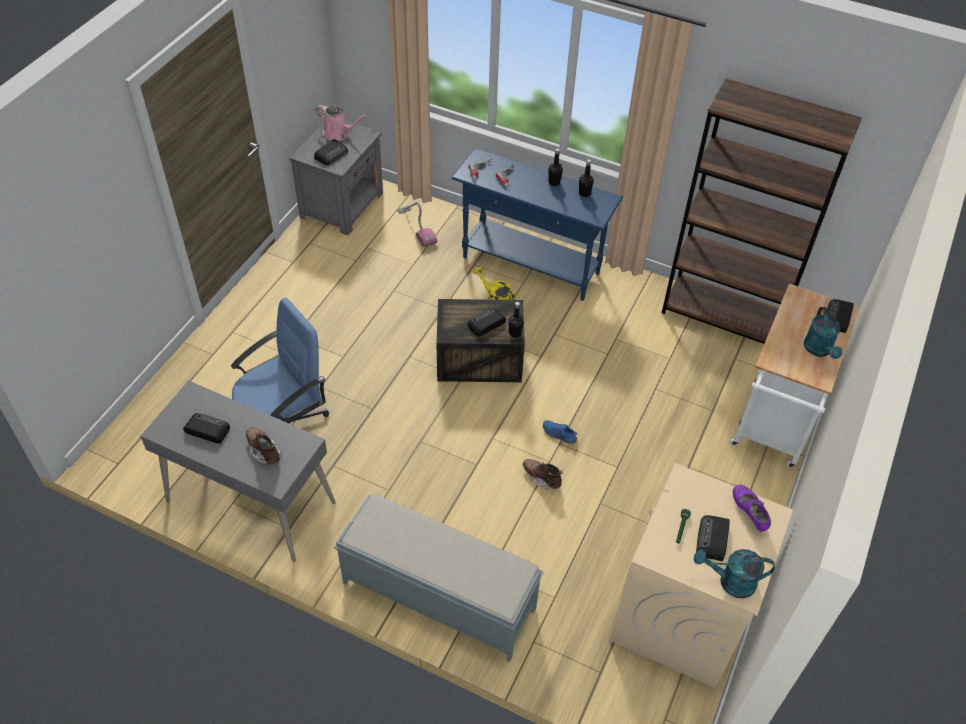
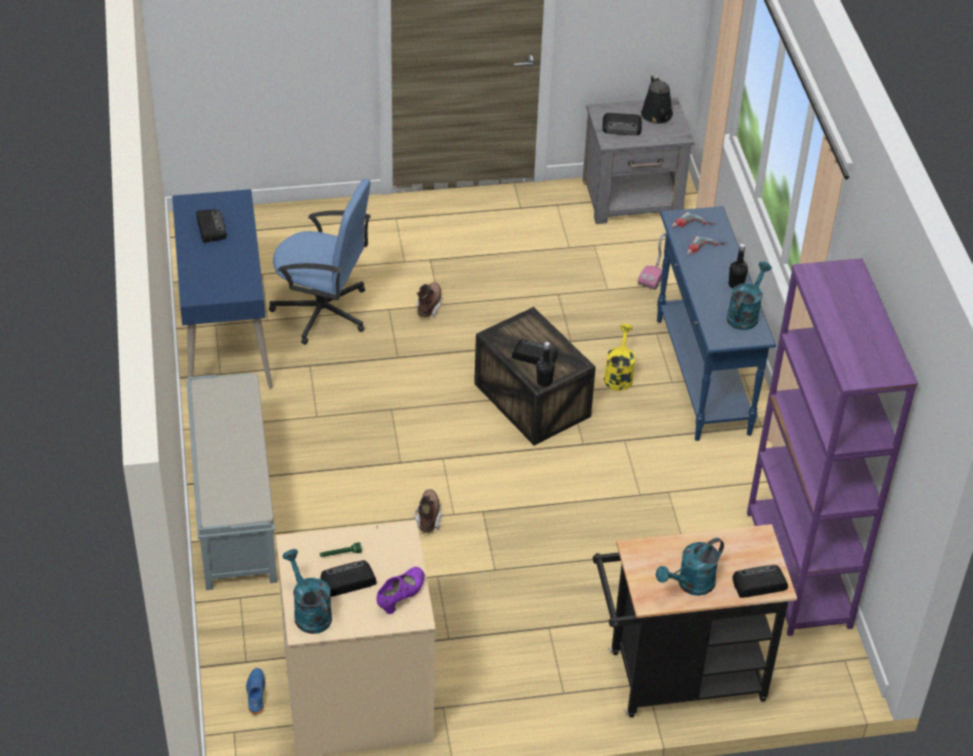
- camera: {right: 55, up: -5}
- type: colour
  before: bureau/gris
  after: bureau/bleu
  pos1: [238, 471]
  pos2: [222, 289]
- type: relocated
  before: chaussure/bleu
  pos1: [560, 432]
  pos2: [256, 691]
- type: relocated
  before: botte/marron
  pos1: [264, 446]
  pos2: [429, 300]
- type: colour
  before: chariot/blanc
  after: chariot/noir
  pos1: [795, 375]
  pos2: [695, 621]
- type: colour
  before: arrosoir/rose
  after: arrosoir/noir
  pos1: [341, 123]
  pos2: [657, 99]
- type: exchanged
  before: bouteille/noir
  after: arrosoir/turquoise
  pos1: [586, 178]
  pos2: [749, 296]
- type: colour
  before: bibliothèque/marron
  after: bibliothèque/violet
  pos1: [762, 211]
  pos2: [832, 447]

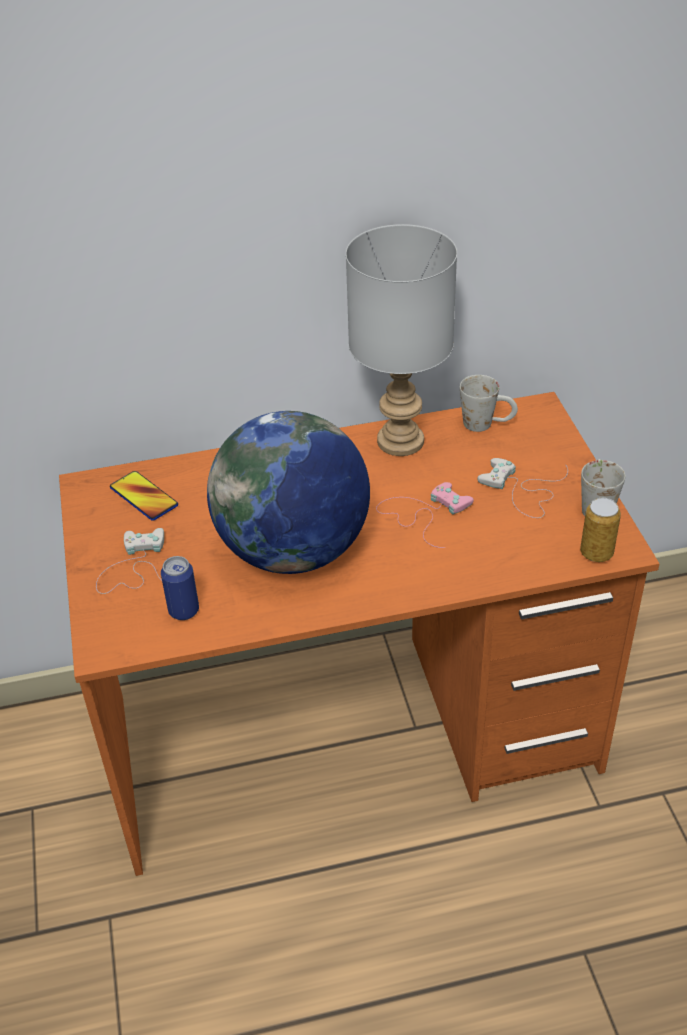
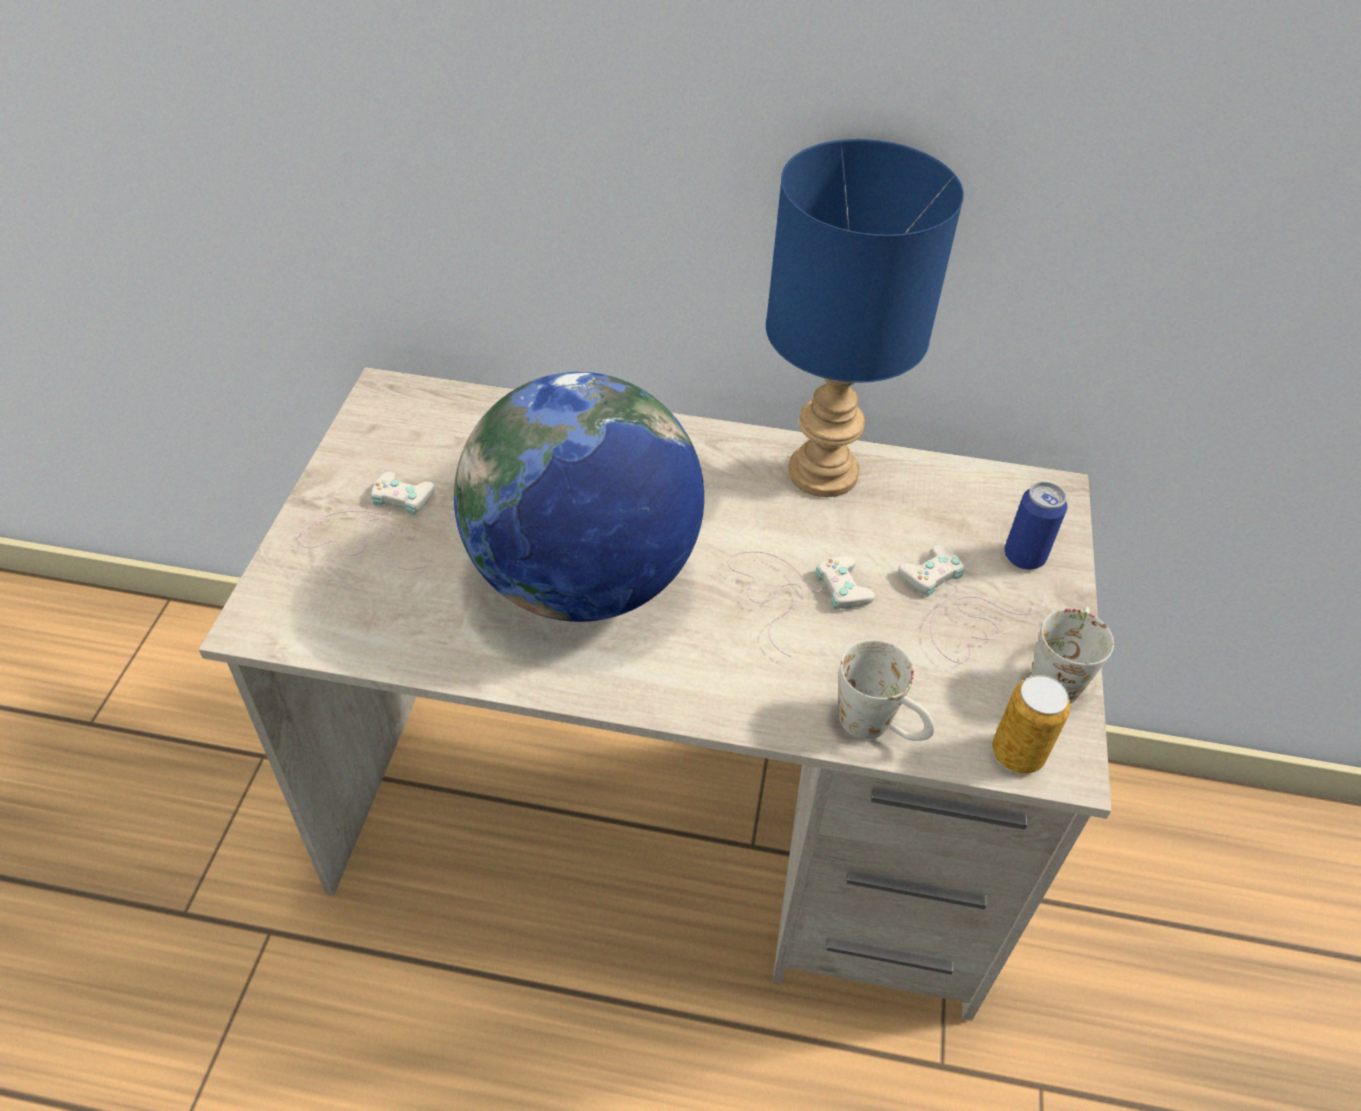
- camera: {right: 20, up: 5}
- type: colour
  before: bureau/orange
  after: bureau/beige
  pos1: [359, 634]
  pos2: [655, 694]
- type: colour
  before: manette/rose
  after: manette/blanc
  pos1: [425, 515]
  pos2: [801, 604]
- type: colour
  before: lampe de table/gris
  after: lampe de table/bleu
  pos1: [401, 340]
  pos2: [865, 318]
- type: relocated
  before: mug/blanc
  pos1: [489, 403]
  pos2: [887, 690]
- type: relocated
  before: boîte métallique
  pos1: [180, 588]
  pos2: [1035, 525]
- type: missing
  before: téléphone
  pos1: [144, 496]

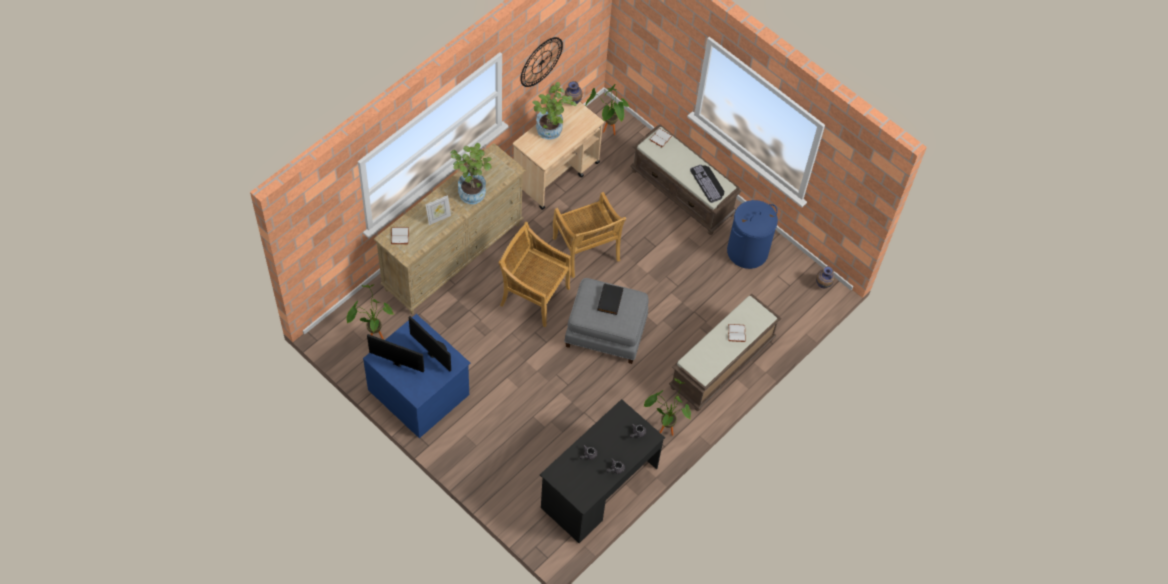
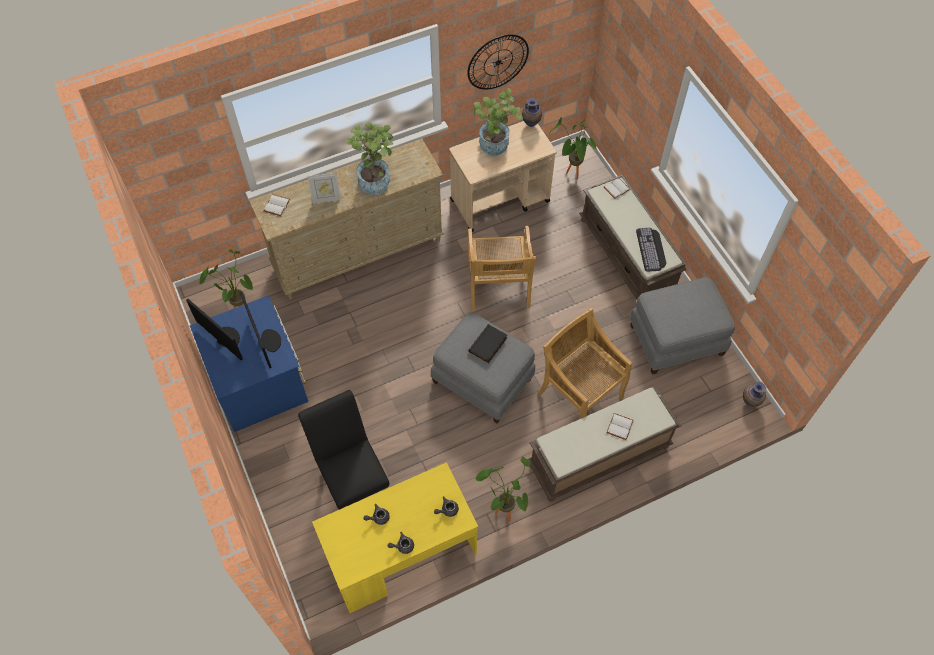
- camera: {right: 25, up: 0}
- type: appeared
  after: chaise/noir
  pos2: [344, 450]
- type: colour
  before: bureau/noir
  after: bureau/jaune
  pos1: [602, 471]
  pos2: [395, 537]
- type: relocated
  before: chaise/beige
  pos1: [534, 274]
  pos2: [585, 363]
- type: exchanged
  before: panier à linge/bleu
  after: pouf/gris
  pos1: [752, 234]
  pos2: [682, 326]

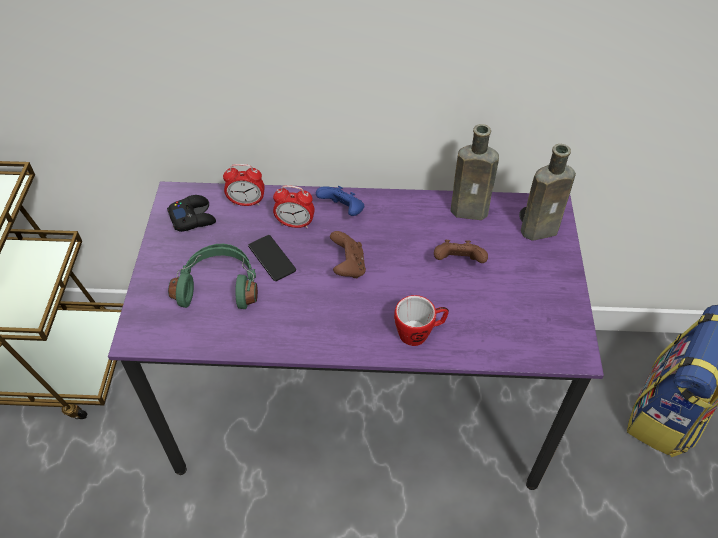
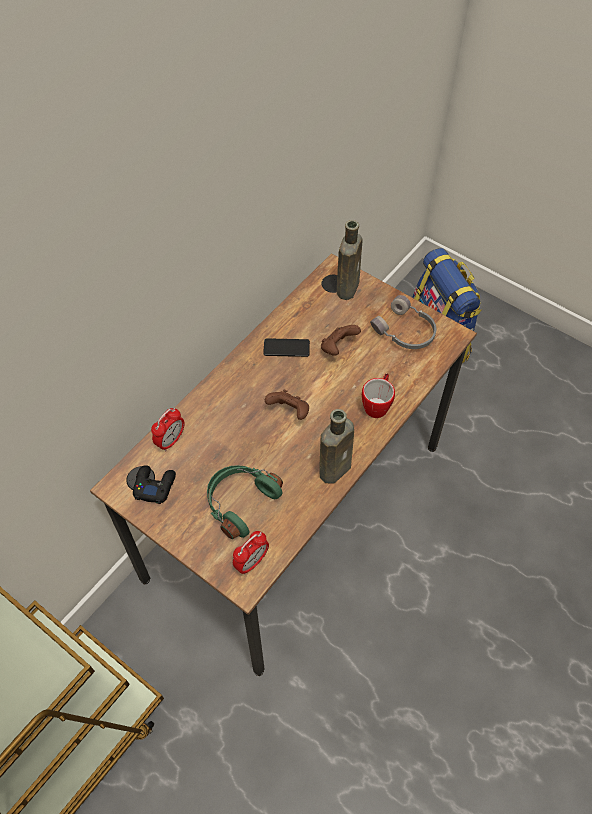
- camera: {right: -55, up: 5}
- type: colour
  before: bureau/violet
  after: bureau/marron
  pos1: [356, 336]
  pos2: [283, 464]
- type: relocated
  before: réveil
  pos1: [294, 206]
  pos2: [251, 552]
- type: relocated
  before: téléphone
  pos1: [272, 258]
  pos2: [286, 347]
- type: relocated
  before: bouteille/marron
  pos1: [475, 172]
  pos2: [337, 446]
- type: appeared
  after: casque audio/gris
  pos2: [403, 322]
- type: missing
  before: manette/bleu
  pos1: [340, 201]

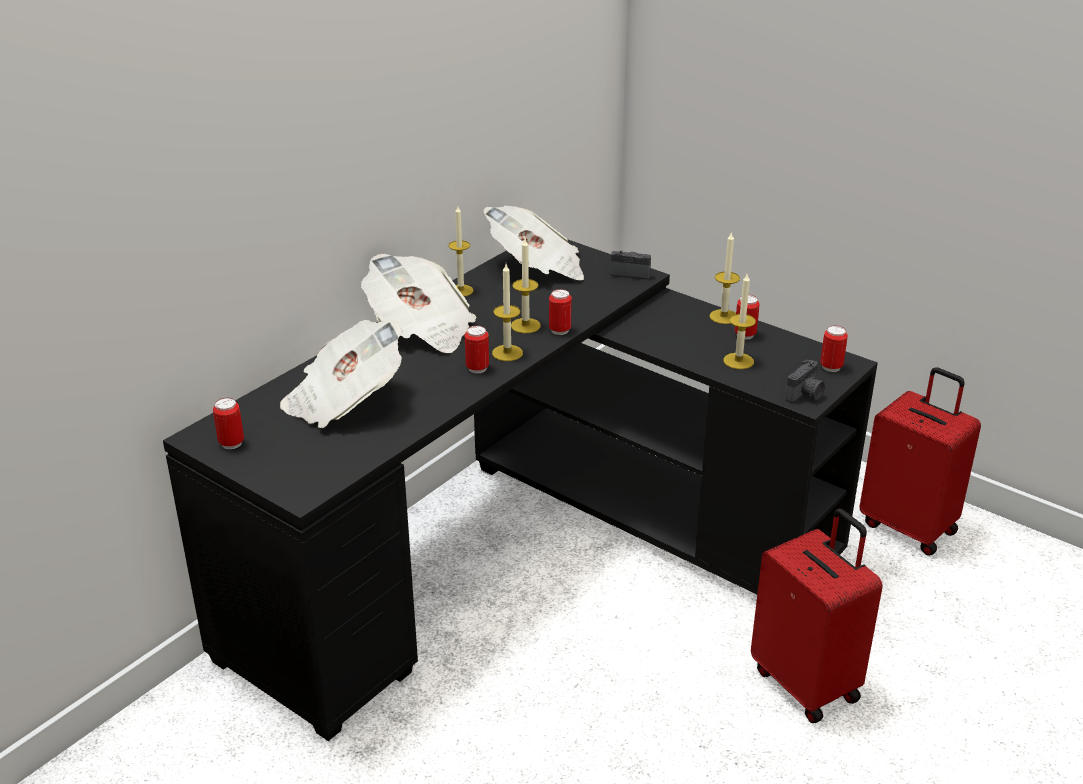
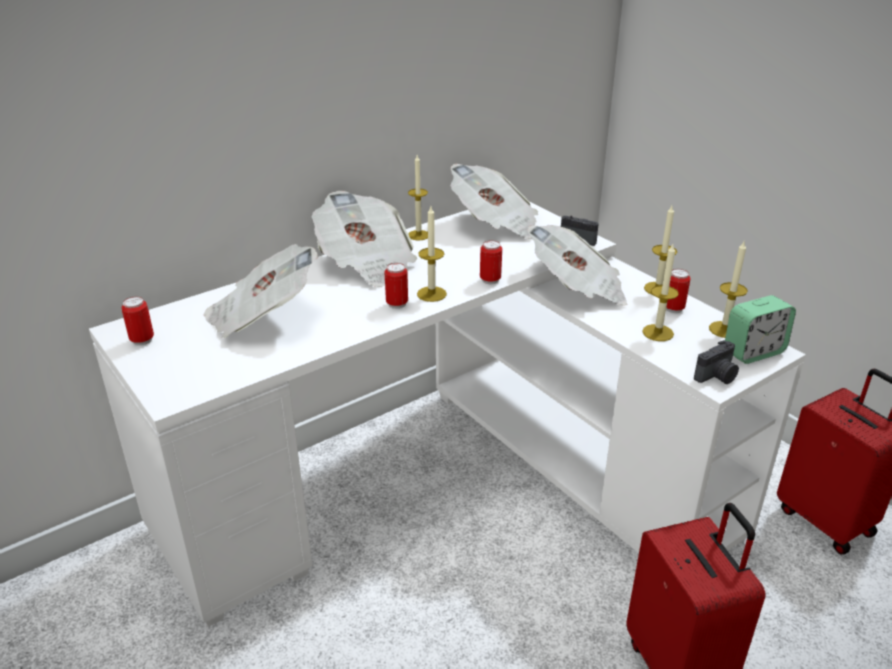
- camera: {right: 15, up: 0}
- type: colour
  before: bureau/noir
  after: bureau/blanc
  pos1: [520, 490]
  pos2: [447, 414]
- type: appeared
  after: journal
  pos2: [578, 265]
- type: relocated
  before: bougie
  pos1: [526, 286]
  pos2: [728, 290]
- type: exchanged
  before: boîte métallique
  after: réveil
  pos1: [834, 348]
  pos2: [760, 329]

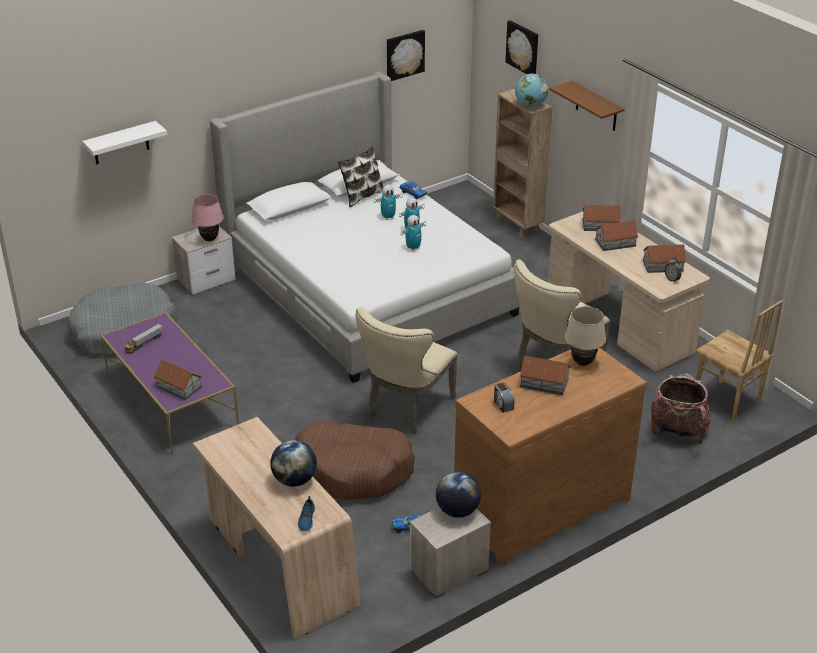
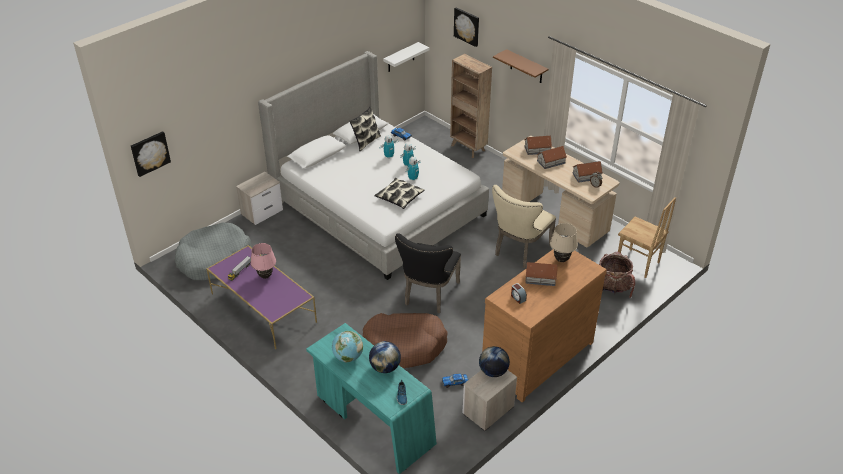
- camera: {right: -10, up: 5}
- type: relocated
  before: tableau
  pos1: [406, 55]
  pos2: [151, 154]
- type: relocated
  before: lampe de table/rose
  pos1: [208, 217]
  pos2: [263, 261]
- type: colour
  before: bureau/beige
  after: bureau/turquoise
  pos1: [276, 528]
  pos2: [371, 398]
- type: relocated
  before: globe
  pos1: [531, 90]
  pos2: [347, 346]
- type: appeared
  after: coussin
  pos2: [399, 193]
- type: relocated
  before: étagère/blanc
  pos1: [124, 142]
  pos2: [406, 57]
- type: colour
  before: chaise/beige
  after: chaise/noir
  pos1: [406, 370]
  pos2: [428, 273]
- type: missing
  before: maison miniature
  pos1: [178, 380]

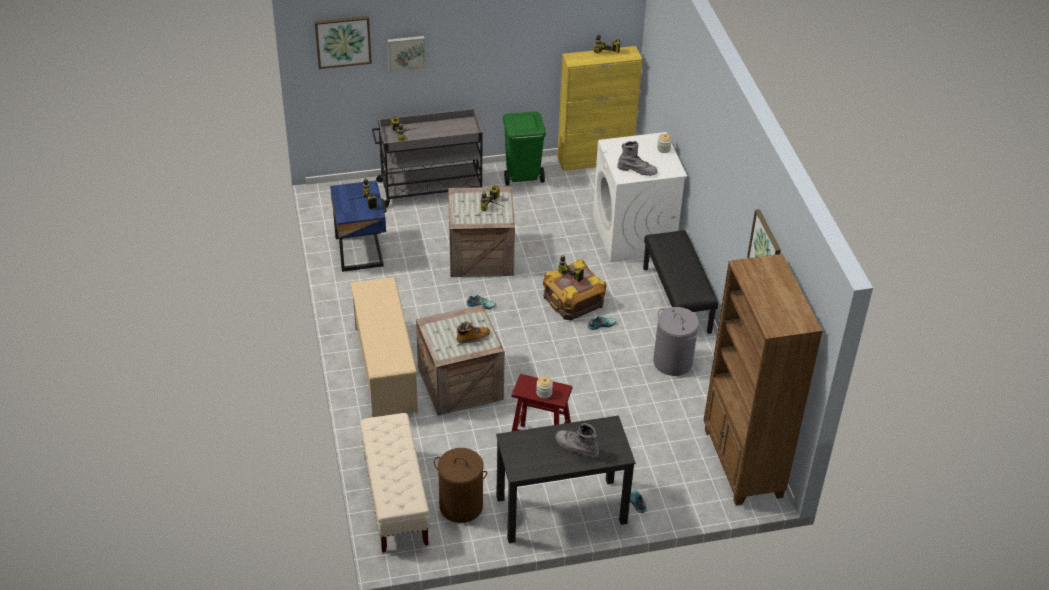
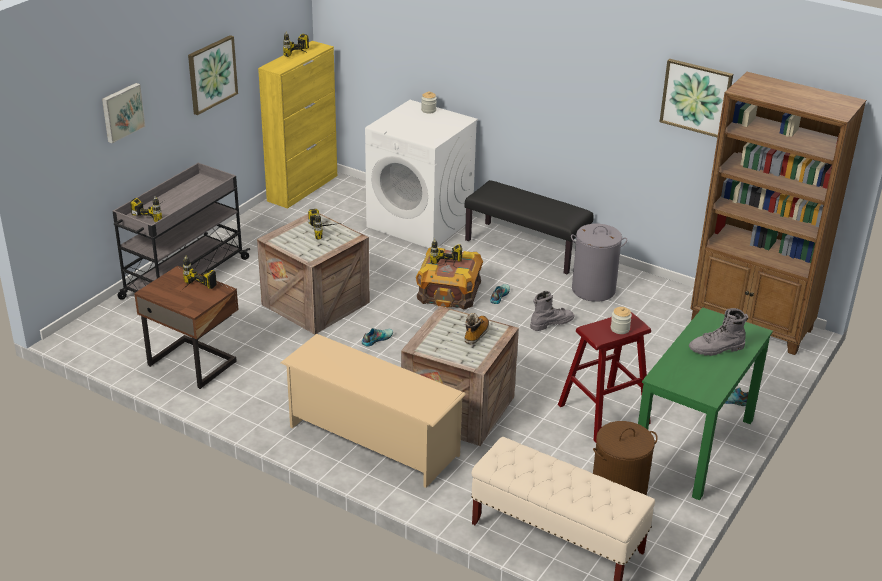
- camera: {right: -45, up: -10}
- type: colour
  before: table de chevet/bleu
  after: table de chevet/marron
  pos1: [358, 226]
  pos2: [186, 327]
- type: relocated
  before: tableau
  pos1: [343, 42]
  pos2: [213, 75]
- type: relocated
  before: botte/gris
  pos1: [637, 158]
  pos2: [552, 311]
- type: colour
  before: bureau/noir
  after: bureau/vert
  pos1: [566, 479]
  pos2: [705, 403]
- type: missing
  before: poubelle/vert
  pos1: [524, 148]

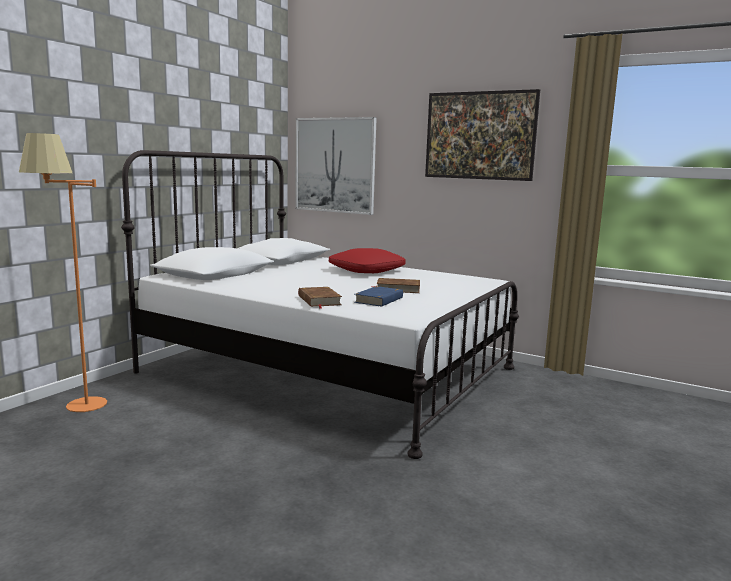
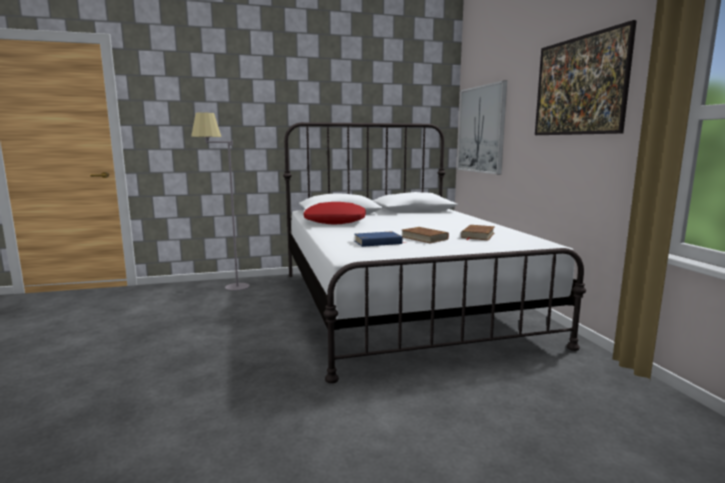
- camera: {right: 45, up: 0}
- type: colour
  before: lampadaire/orange
  after: lampadaire/gris
  pos1: [63, 272]
  pos2: [220, 201]
- type: relocated
  before: coussin/rouge
  pos1: [367, 260]
  pos2: [334, 213]
- type: relocated
  before: livre/marron
  pos1: [320, 298]
  pos2: [478, 232]

